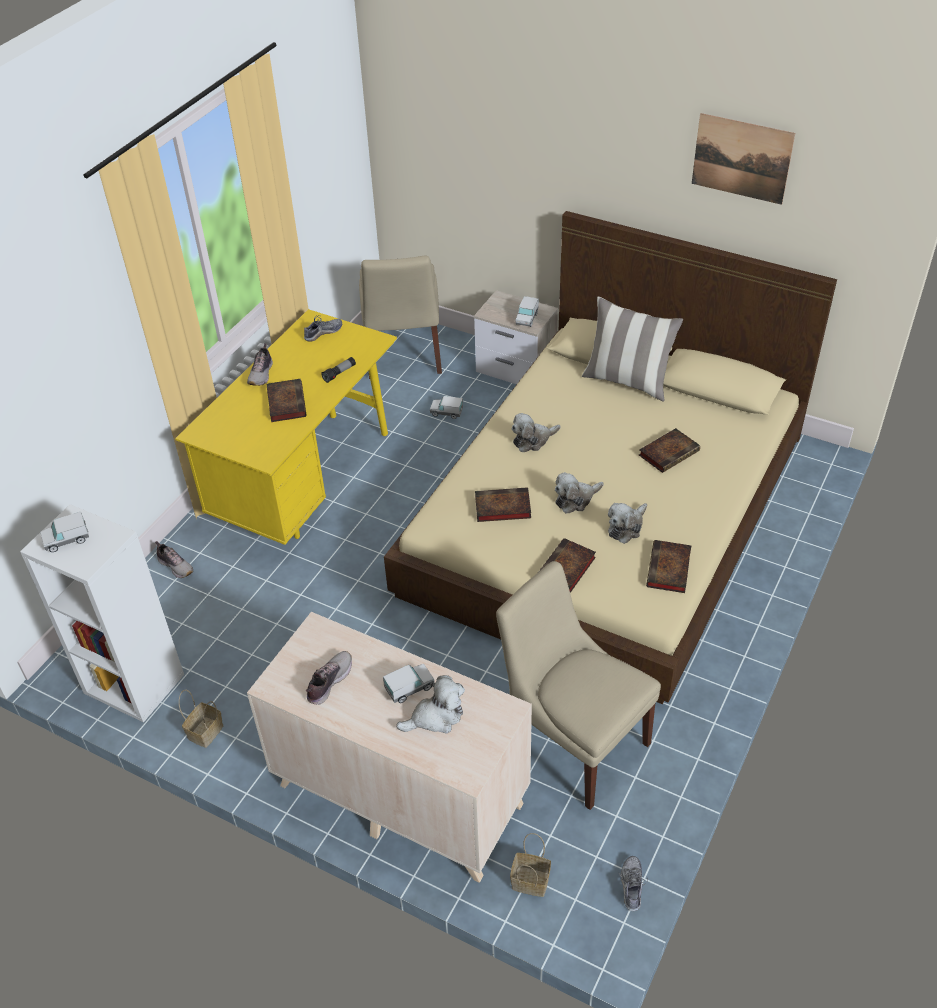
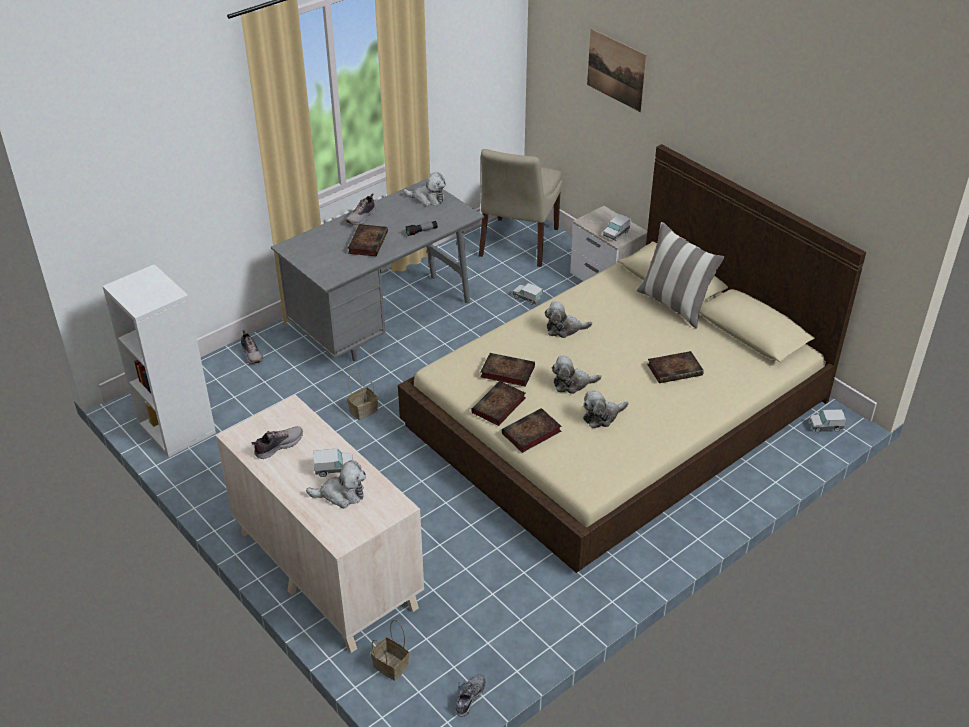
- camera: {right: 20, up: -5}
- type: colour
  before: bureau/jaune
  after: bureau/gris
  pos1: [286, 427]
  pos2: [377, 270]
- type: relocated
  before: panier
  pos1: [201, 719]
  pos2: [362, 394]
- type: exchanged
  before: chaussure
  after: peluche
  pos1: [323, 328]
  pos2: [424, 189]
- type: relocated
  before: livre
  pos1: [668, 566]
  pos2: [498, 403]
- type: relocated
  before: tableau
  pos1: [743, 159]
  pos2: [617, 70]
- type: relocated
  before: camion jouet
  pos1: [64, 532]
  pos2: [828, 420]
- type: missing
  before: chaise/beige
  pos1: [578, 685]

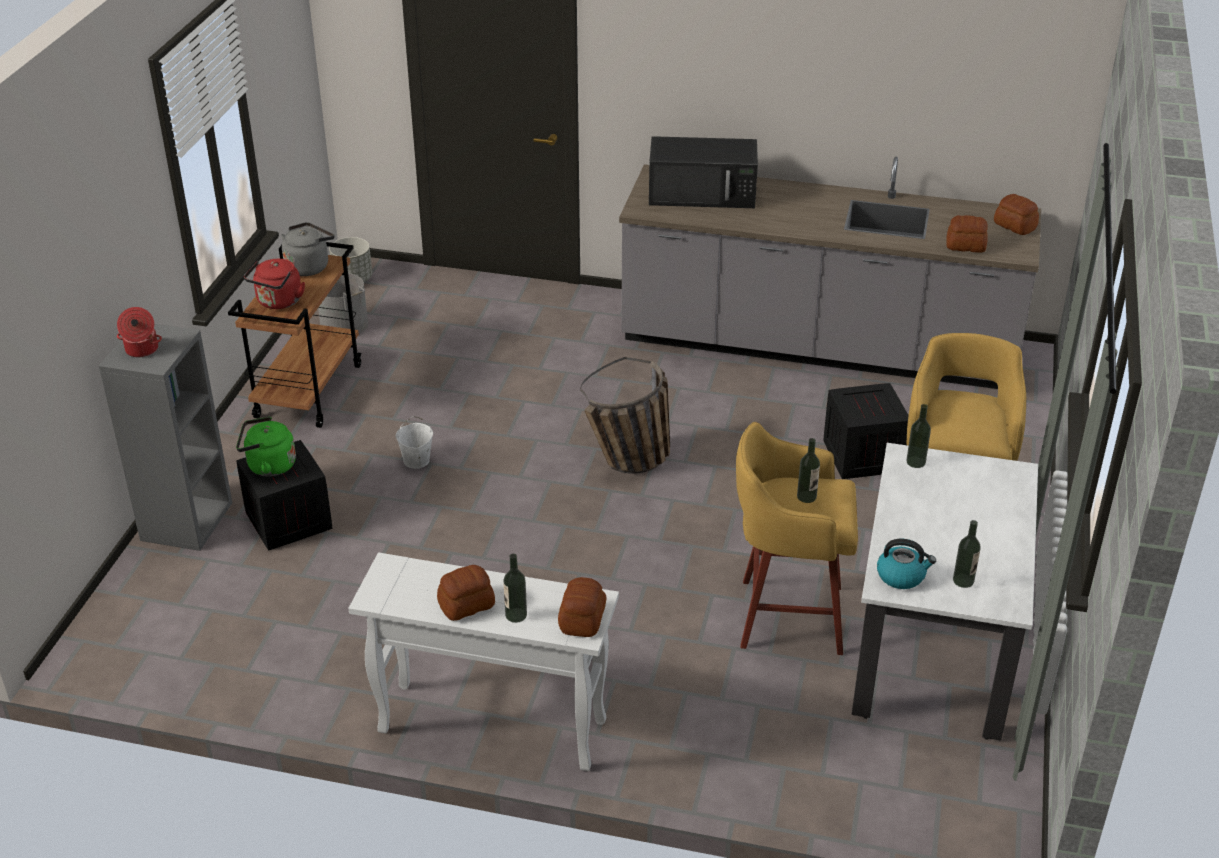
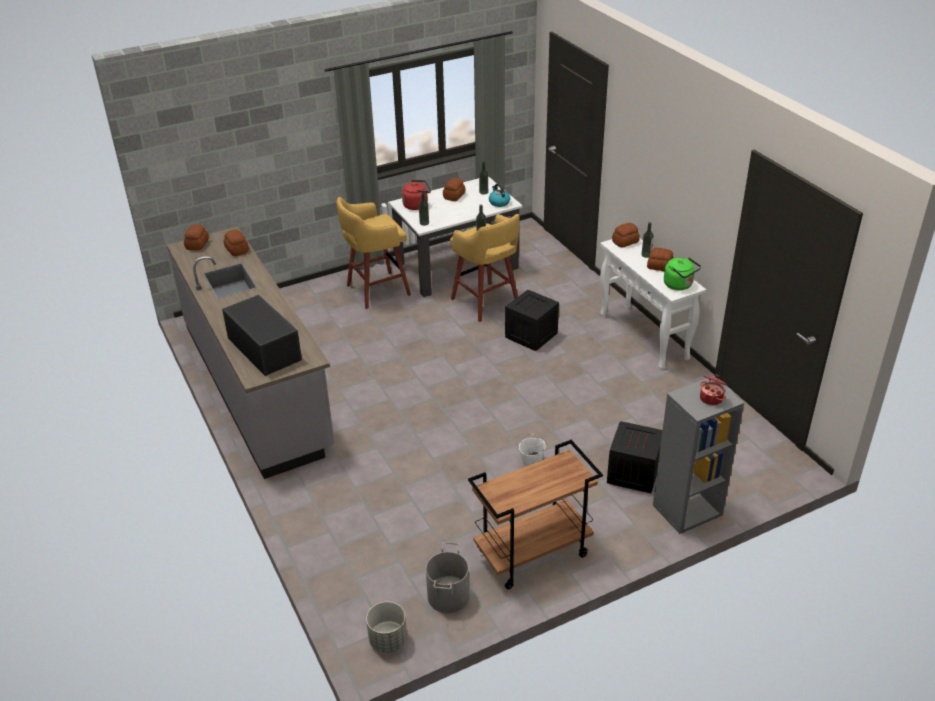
- camera: {right: -130, up: 0}
- type: relocated
  before: bouilloire/rouge
  pos1: [274, 284]
  pos2: [416, 195]
- type: appeared
  after: pain
  pos2: [454, 189]
- type: relocated
  before: caisse
  pos1: [866, 431]
  pos2: [532, 320]
- type: relocated
  before: bouilloire/vert
  pos1: [266, 447]
  pos2: [682, 273]
- type: missing
  before: bouilloire/gris
  pos1: [307, 249]
- type: missing
  before: panier
  pos1: [625, 415]

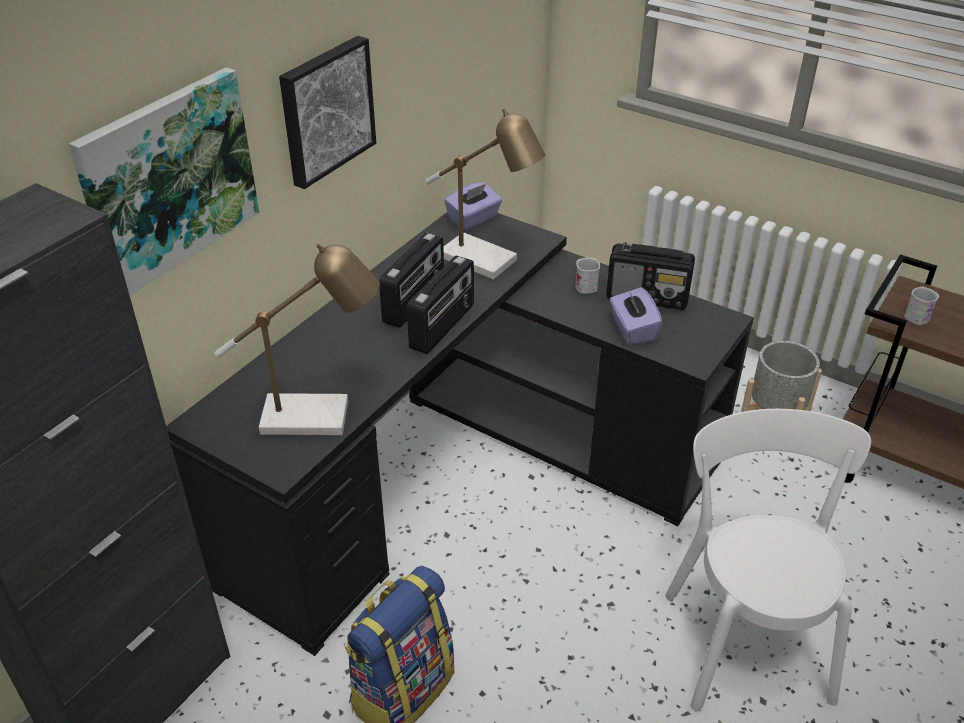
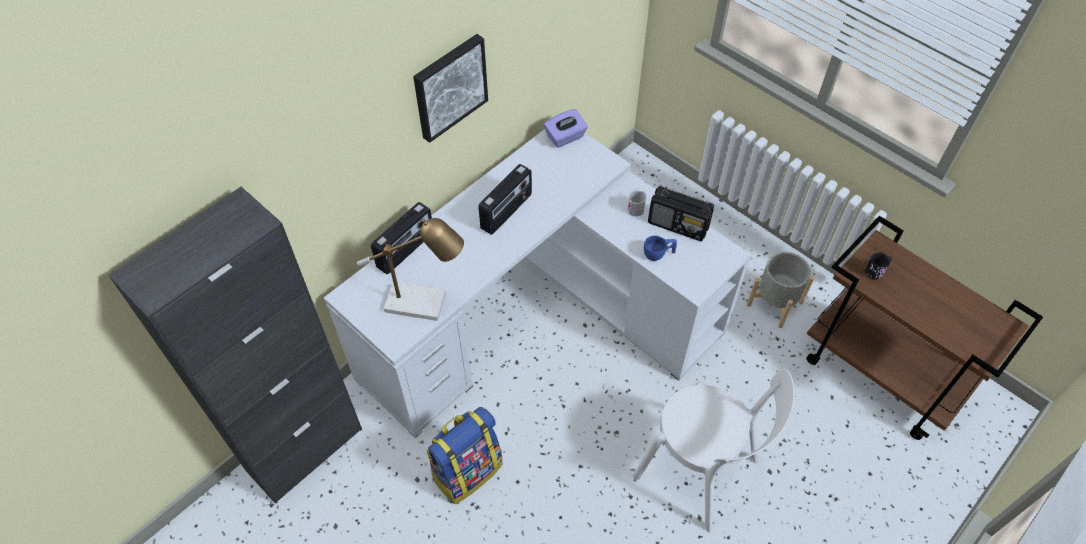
- camera: {right: 10, up: 15}
- type: colour
  before: bureau/noir
  after: bureau/blanc
  pos1: [460, 434]
  pos2: [537, 283]
- type: relocated
  before: radio
  pos1: [440, 304]
  pos2: [401, 238]
- type: spun
  before: chaise/blanc
  pos1: [768, 560]
  pos2: [713, 450]
  turn: 120
- type: exchanged
  before: boîte à mouchoirs/violet
  after: tasse/bleu
  pos1: [636, 316]
  pos2: [660, 248]
- type: colour
  before: mug/blanc
  after: mug/noir
  pos1: [921, 306]
  pos2: [878, 266]
- type: missing
  before: tableau
  pos1: [164, 181]
- type: missing
  before: lampe de table
  pos1: [485, 193]

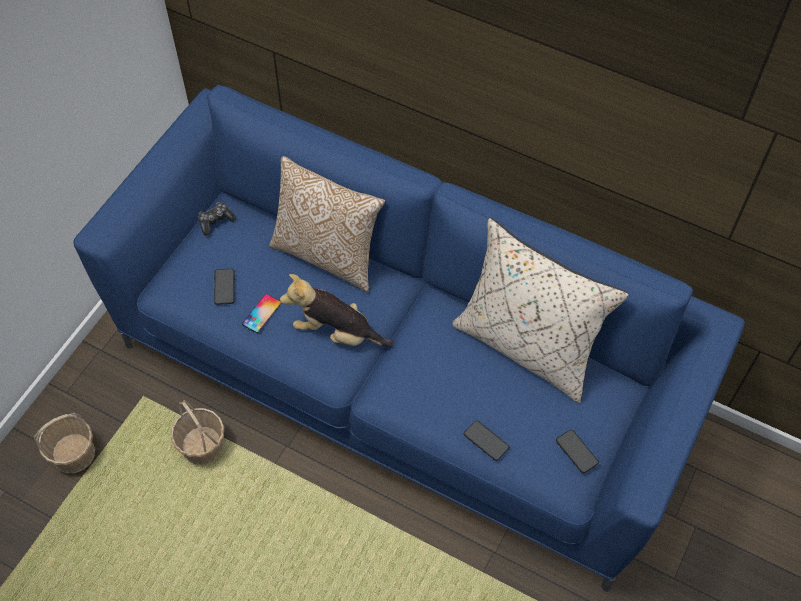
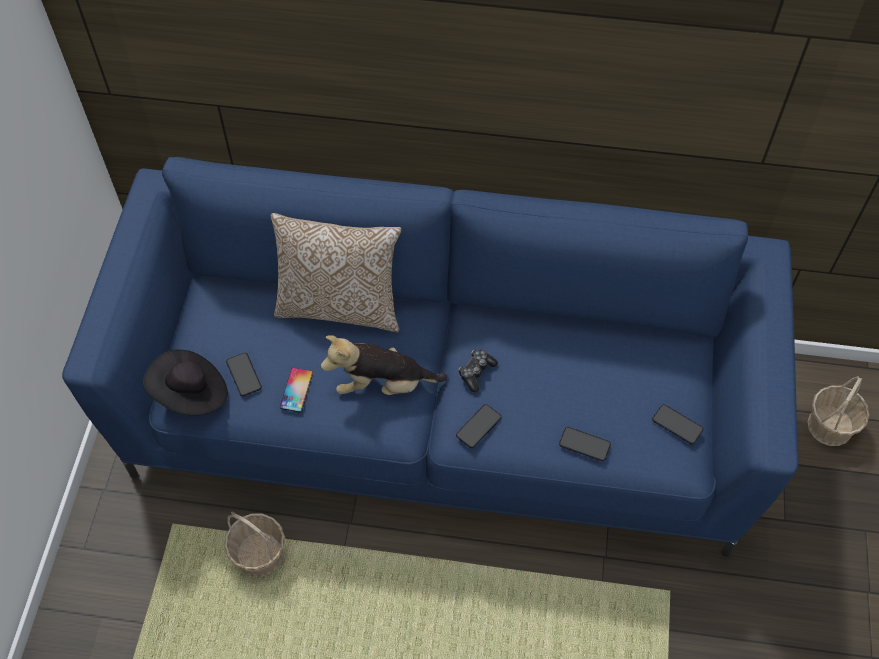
- camera: {right: -20, up: 0}
- type: appeared
  after: chapeau/noir
  pos2: [185, 383]
- type: appeared
  after: téléphone
  pos2: [479, 426]
- type: relocated
  before: manette
  pos1: [217, 219]
  pos2: [478, 371]
- type: relocated
  before: panier
  pos1: [64, 443]
  pos2: [838, 411]
- type: missing
  before: coussin/beige
  pos1: [540, 310]

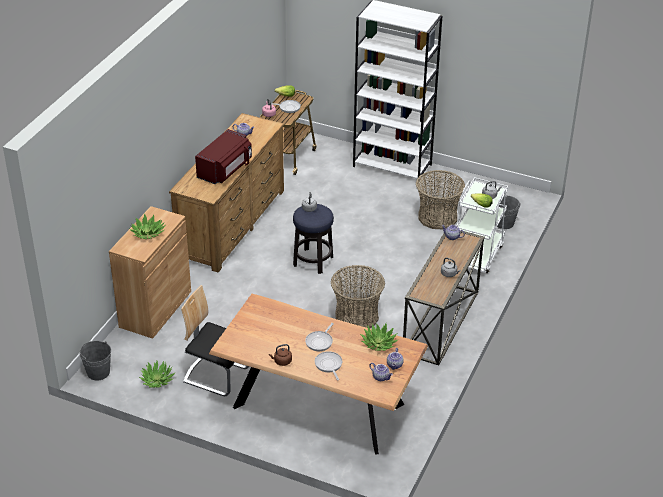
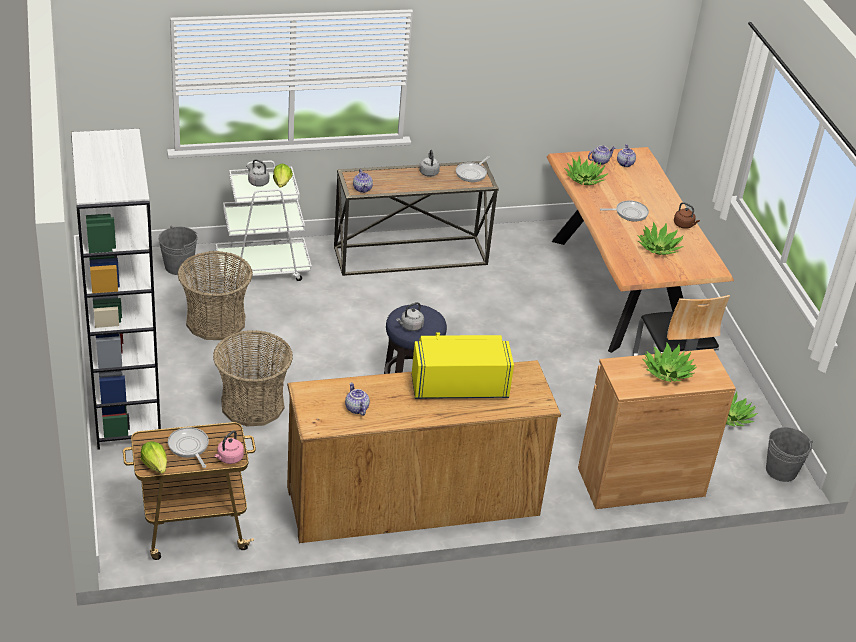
- camera: {right: -130, up: 0}
- type: relocated
  before: panier
  pos1: [358, 296]
  pos2: [253, 378]
- type: colour
  before: micro-ondes/rouge
  after: micro-ondes/jaune
  pos1: [223, 156]
  pos2: [463, 366]
- type: relocated
  before: poêle
  pos1: [328, 365]
  pos2: [473, 169]
- type: appeared
  after: plante en pot
  pos2: [660, 238]

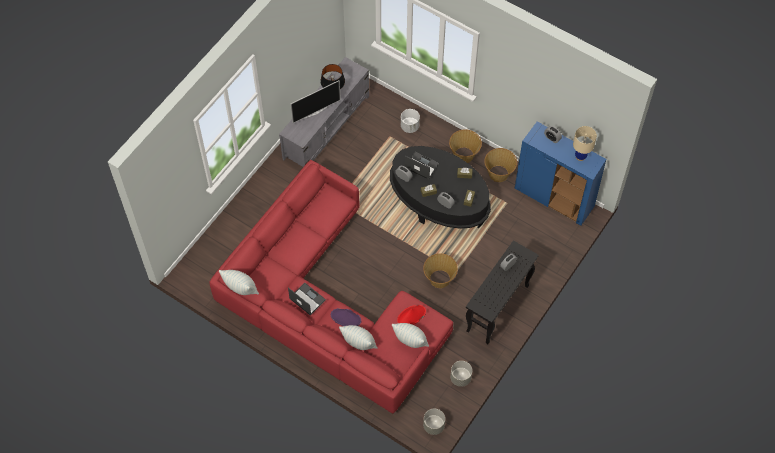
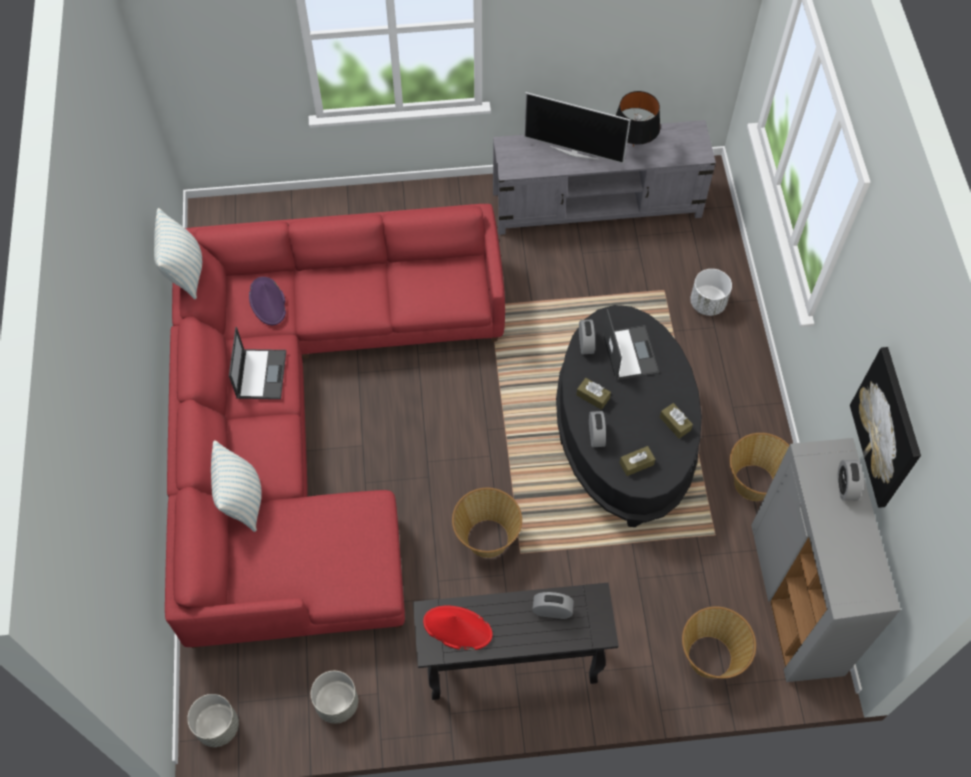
- camera: {right: 50, up: 0}
- type: relocated
  before: chapeau/violet
  pos1: [346, 317]
  pos2: [267, 301]
- type: relocated
  before: chapeau/rouge
  pos1: [411, 314]
  pos2: [458, 628]
- type: relocated
  before: panier
  pos1: [465, 146]
  pos2: [719, 642]
- type: colour
  before: meuble de rangement/bleu
  after: meuble de rangement/gris
  pos1: [560, 174]
  pos2: [826, 560]
- type: appeared
  after: tableau
  pos2: [885, 427]
- type: missing
  before: coussin
  pos1: [410, 335]
- type: missing
  before: lampe de table/beige
  pos1: [585, 143]

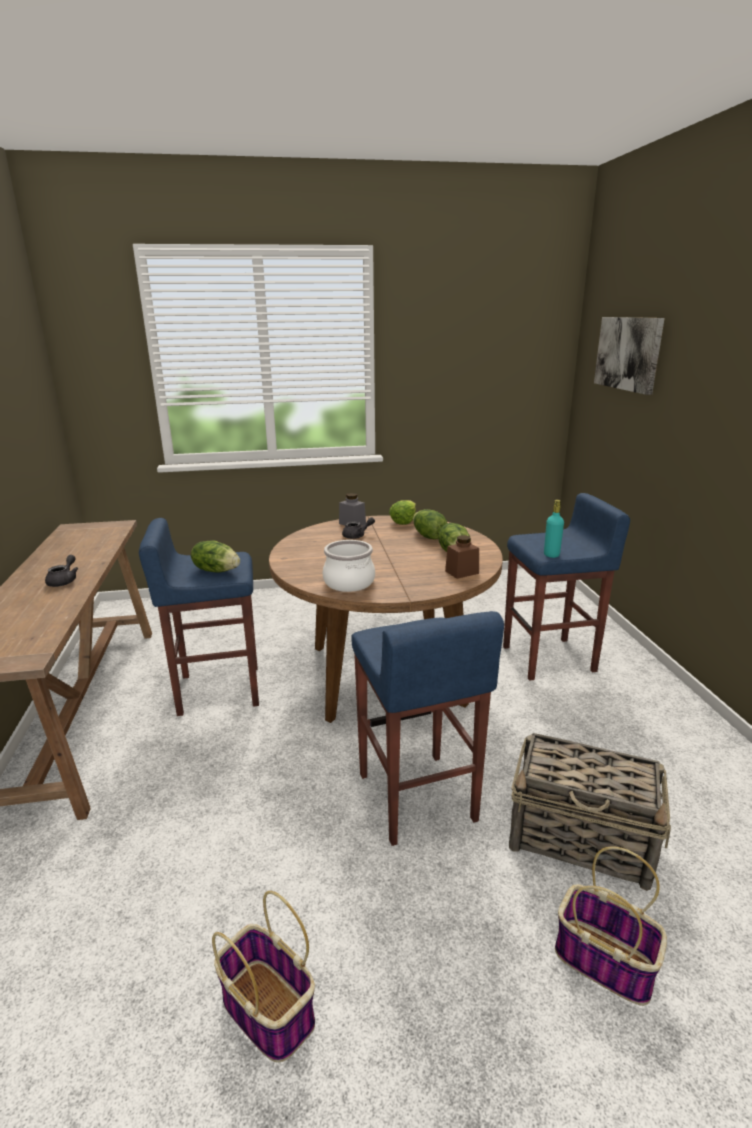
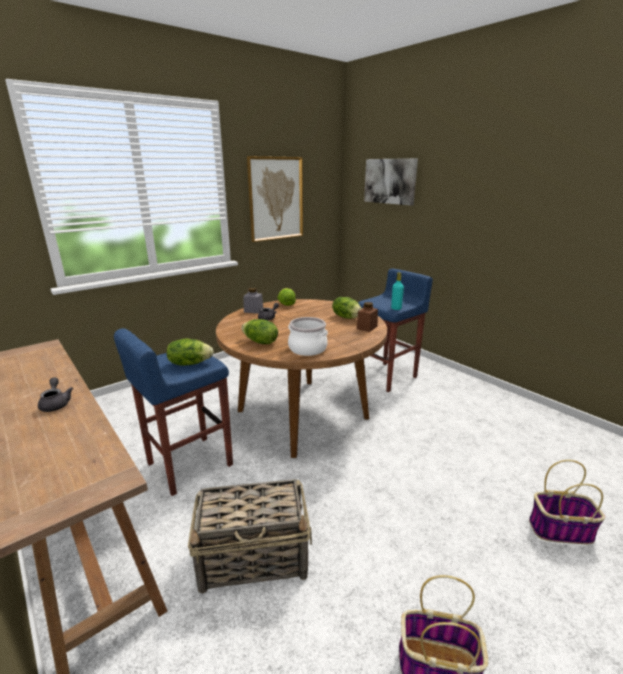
- camera: {right: -30, up: 0}
- type: relocated
  before: panier
  pos1: [590, 812]
  pos2: [250, 536]
- type: relocated
  before: laitue
  pos1: [430, 524]
  pos2: [259, 331]
- type: appeared
  after: tableau
  pos2: [275, 199]
- type: missing
  before: tabouret/bleu
  pos1: [427, 728]

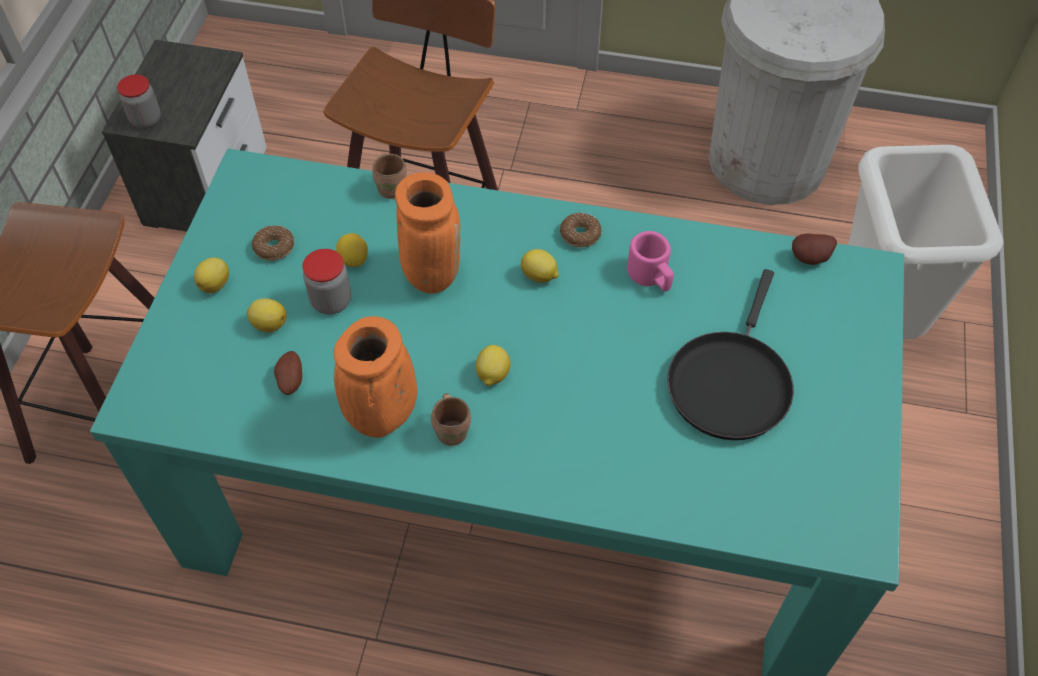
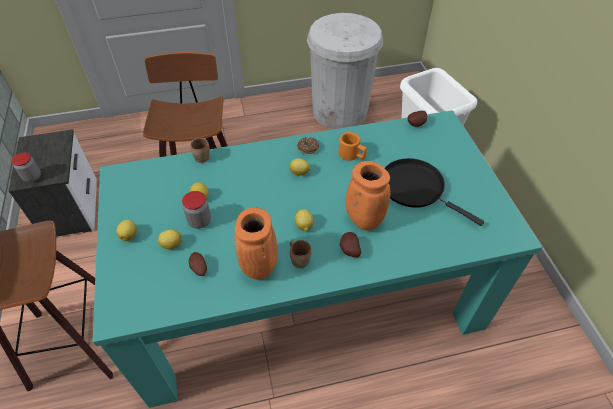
- camera: {right: -25, up: -5}
- type: colour
  before: mug/rose
  after: mug/orange
  pos1: [650, 261]
  pos2: [352, 146]
- type: appeared
  after: pomme de terre
  pos2: [350, 244]
- type: relocated
  before: vase/orange
  pos1: [427, 232]
  pos2: [368, 196]
- type: spun
  before: poêle/noir
  pos1: [730, 354]
  pos2: [434, 192]
  turn: 135
- type: missing
  before: beignet
  pos1: [273, 243]

